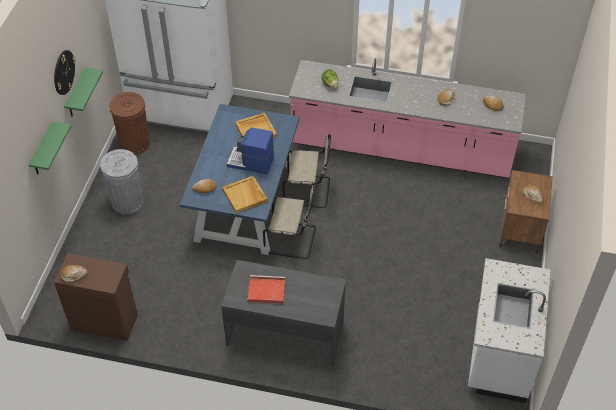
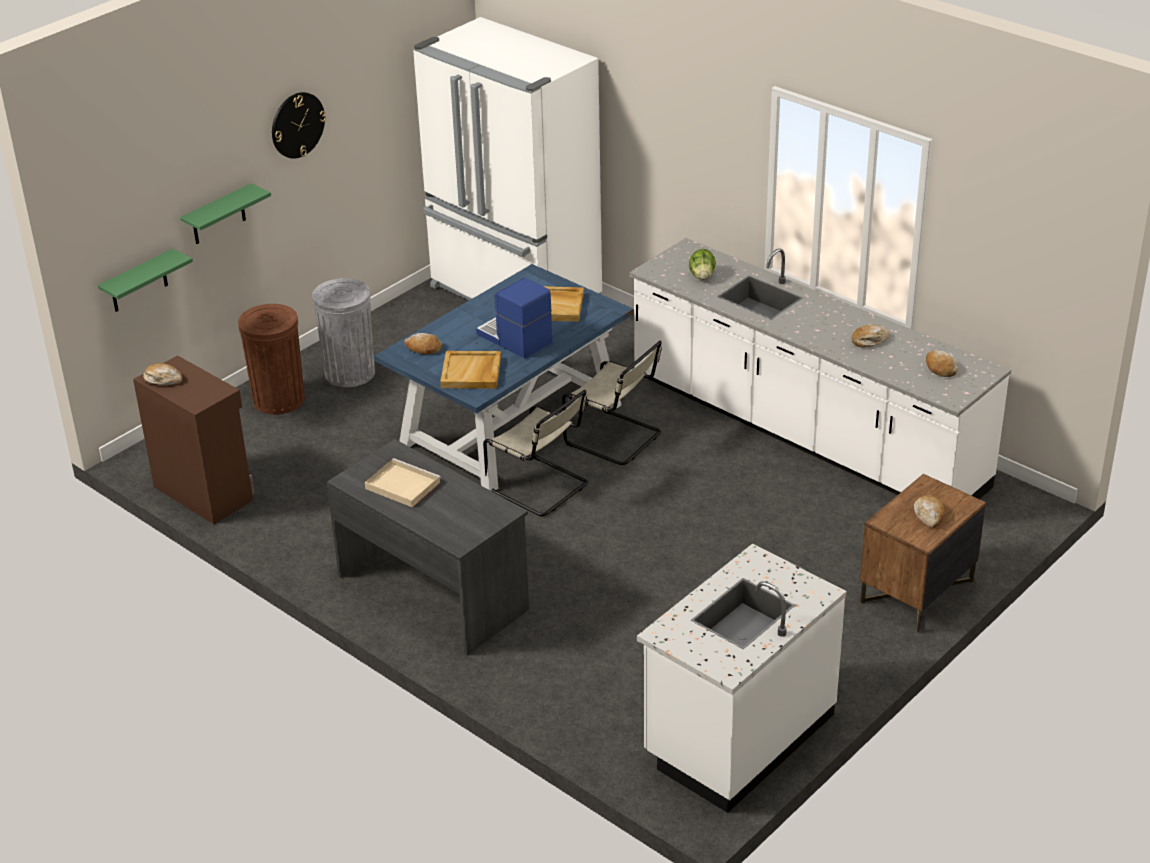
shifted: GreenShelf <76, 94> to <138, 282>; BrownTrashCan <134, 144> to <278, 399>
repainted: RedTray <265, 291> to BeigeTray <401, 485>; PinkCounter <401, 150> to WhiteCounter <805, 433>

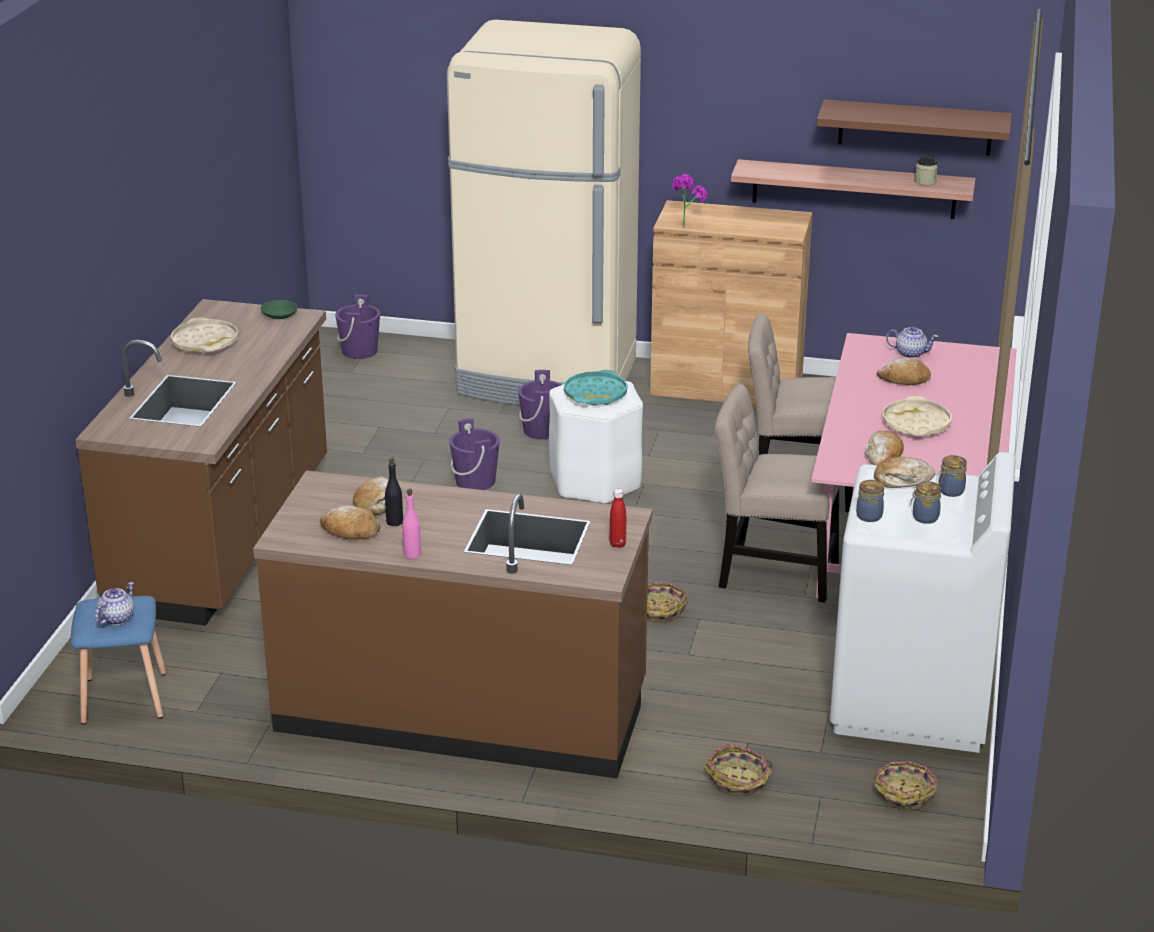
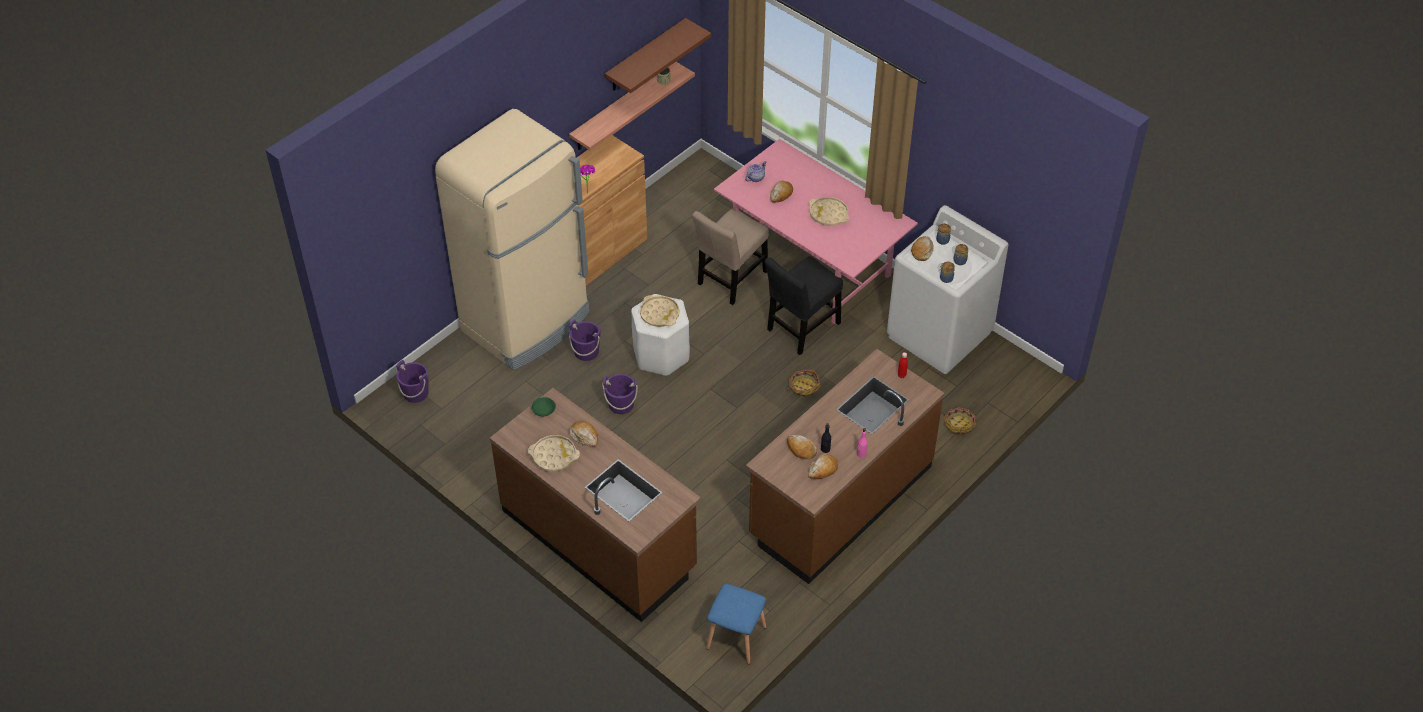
gone: Teapot <116, 618>; Basket <904, 793>
shifted: Bread <883, 456> to <584, 436>
repainted: TurquoiseTray <595, 394> to BeigeTray <659, 314>; BeigeChair <772, 573> to BlackChair <801, 329>

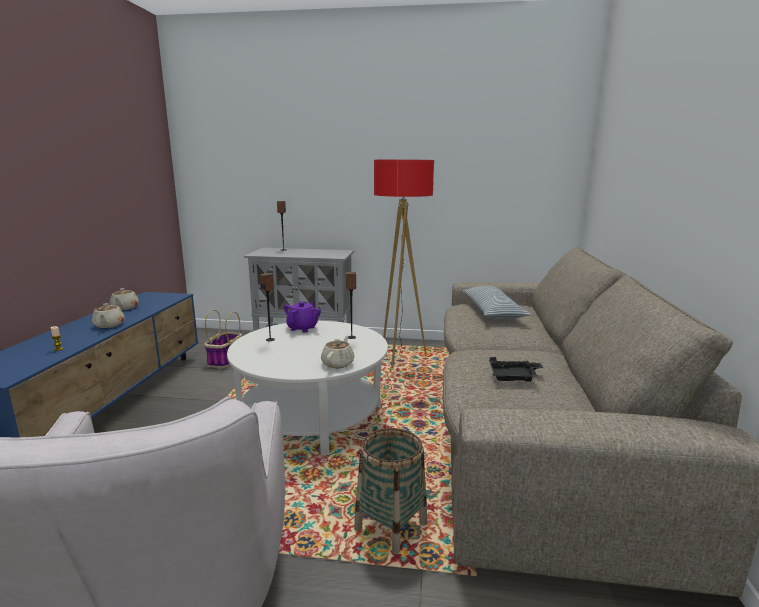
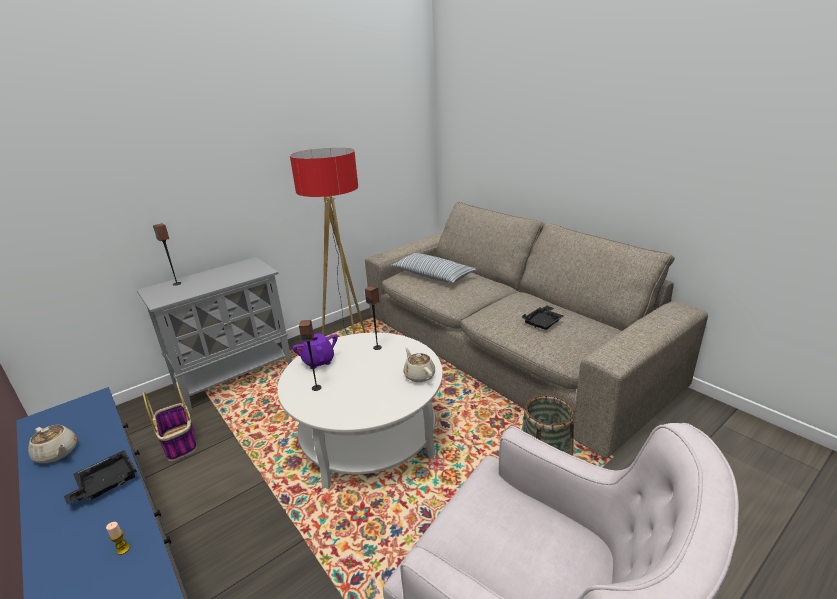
swapped: BeigeTeapot <109, 325> to BlackTray <106, 483>

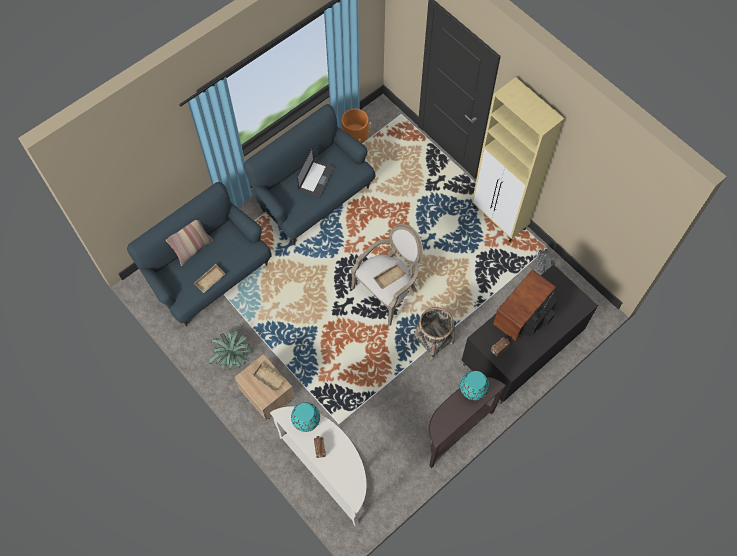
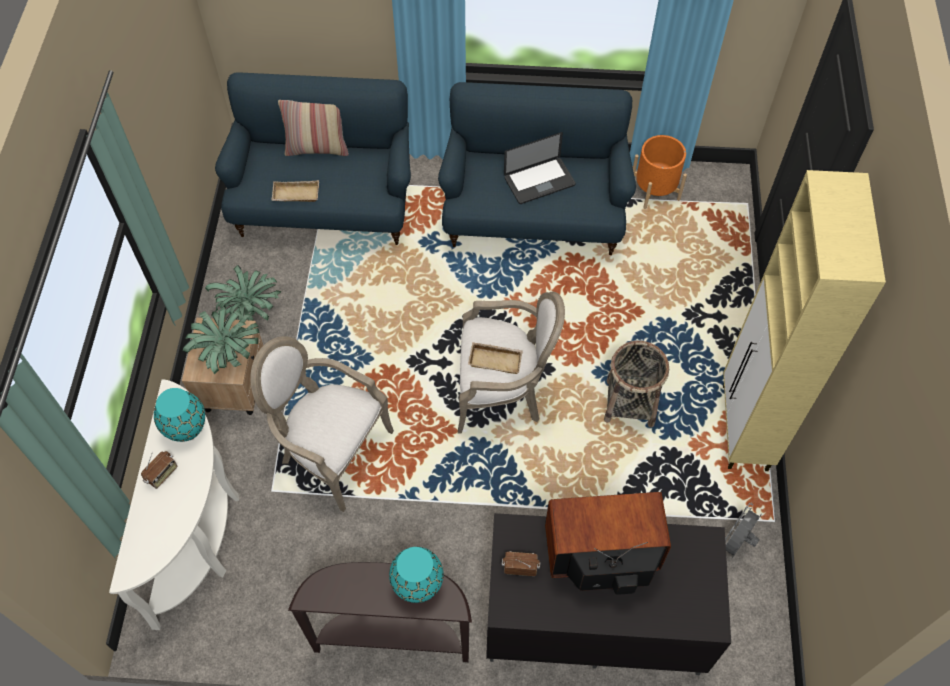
new: Armchair <330, 451>
shifted: Basket <433, 340> to <630, 403>
swapped: BeigeTray <268, 379> to PottedPlant <227, 352>

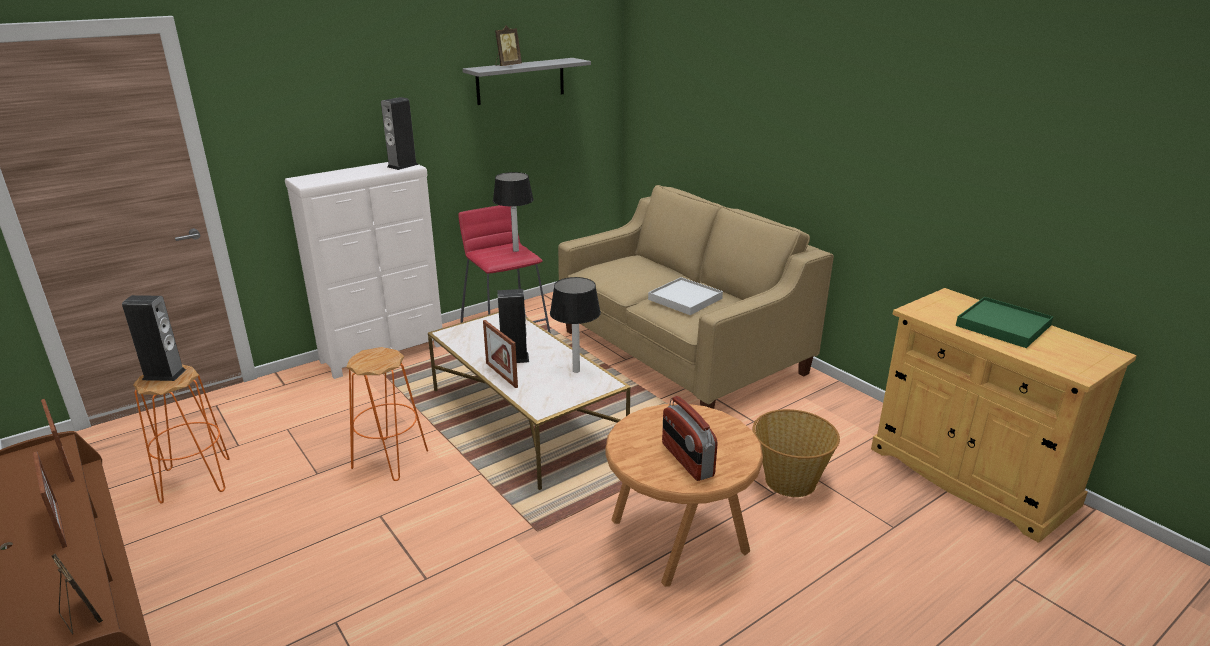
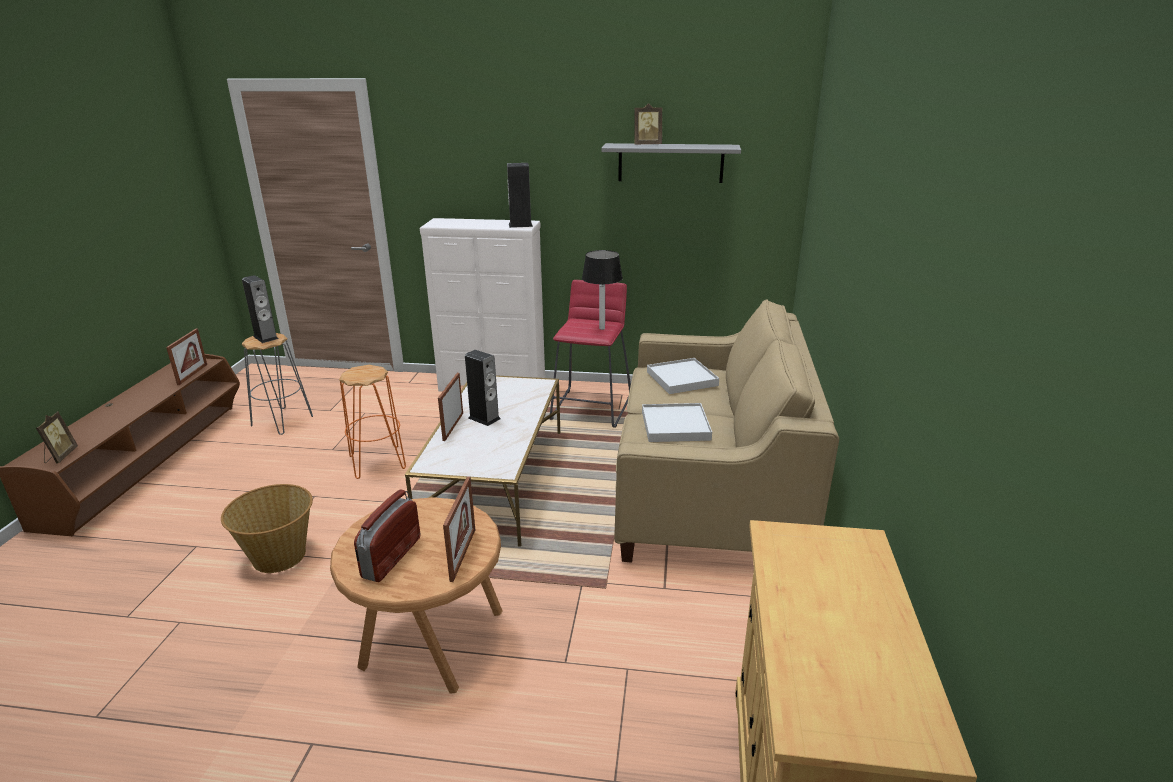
gone: TableLamp <576, 370>; GreenTray <1002, 325>
new: WhiteTray <682, 379>
shifted: PictureFrame <60, 525> to <463, 554>; Basket <789, 481> to <279, 555>
repainted: OrangeStool <195, 480> to GreyStool <282, 421>

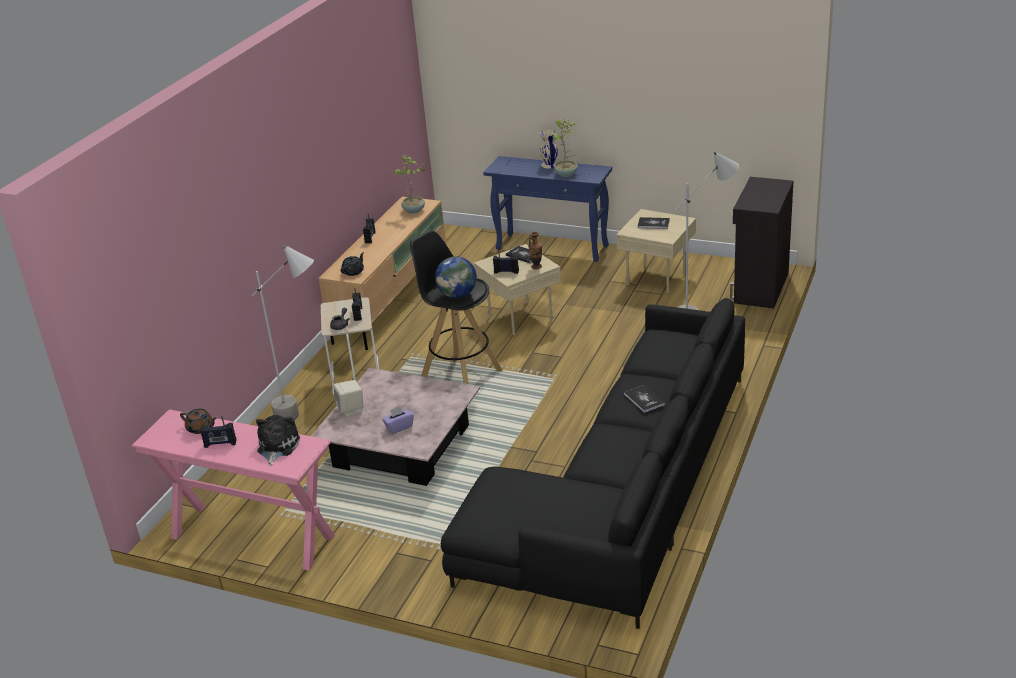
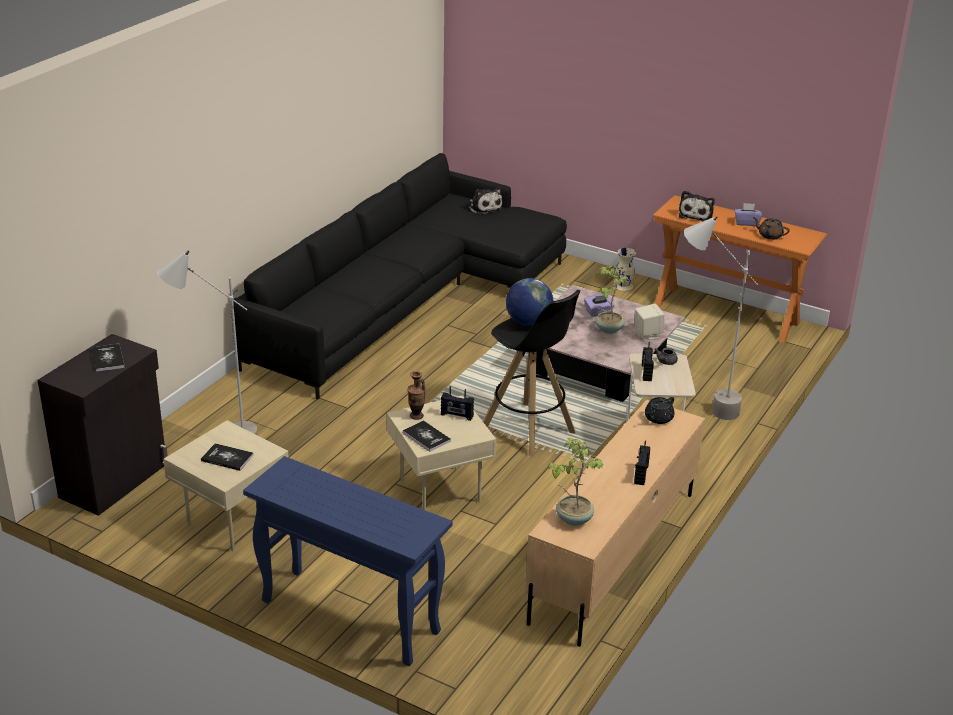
new: PlushToy <484, 208>
shifted: BeigeVase <549, 165> to <624, 286>; PottedPlant <567, 174> to <608, 329>; Book <644, 399> to <108, 358>
swapped: Radio <220, 444> to PurpleTissueBox <746, 223>
repainted: PinkConsoleTable <252, 536> to OrangeConsoleTable <726, 314>

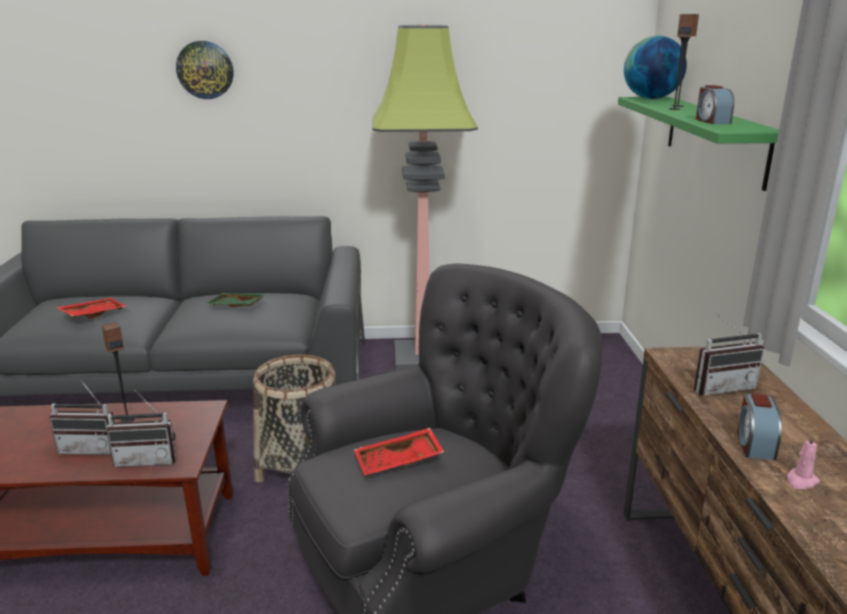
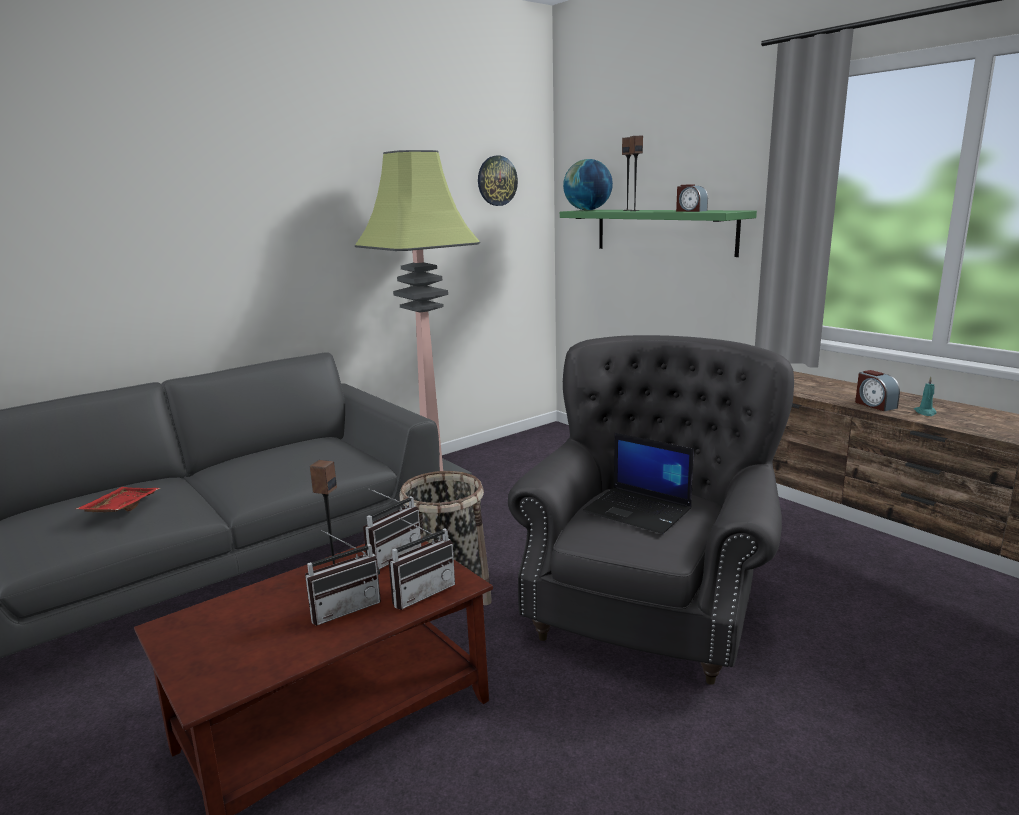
gone: GreenTray <235, 306>
shifted: WallClock <205, 70> to <497, 181>; Radio <720, 386> to <390, 555>
swapped: RedTray <399, 462> to Laptop <639, 510>
repainted: PinkCandle <801, 481> to TurquoiseCandle <925, 412>

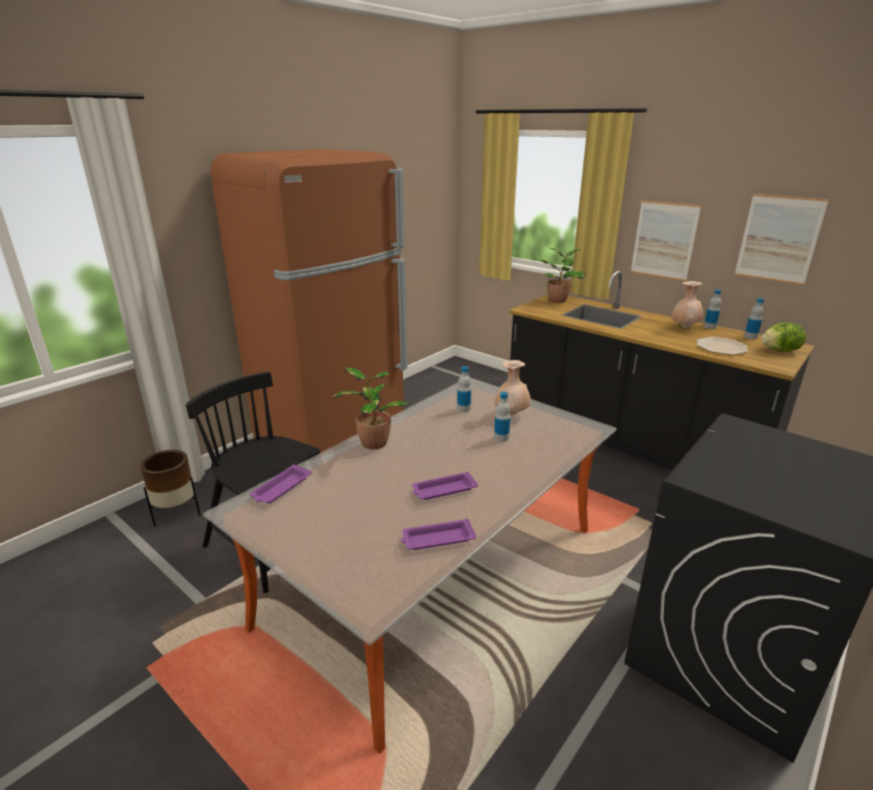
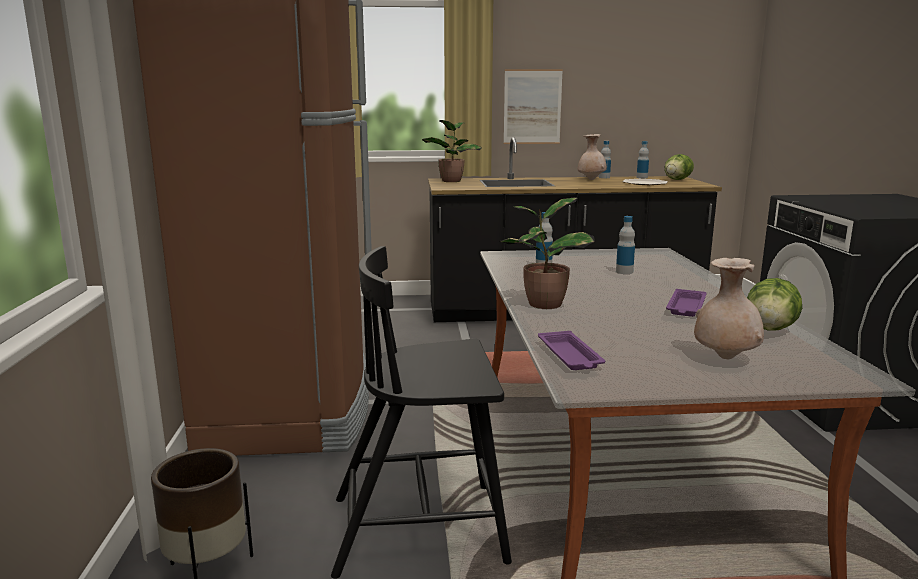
gone: Picture <778, 239>
shifted: BeigeVase <511, 414> to <725, 358>
swapped: PurpleTray <437, 539> to Lettuce <770, 329>

